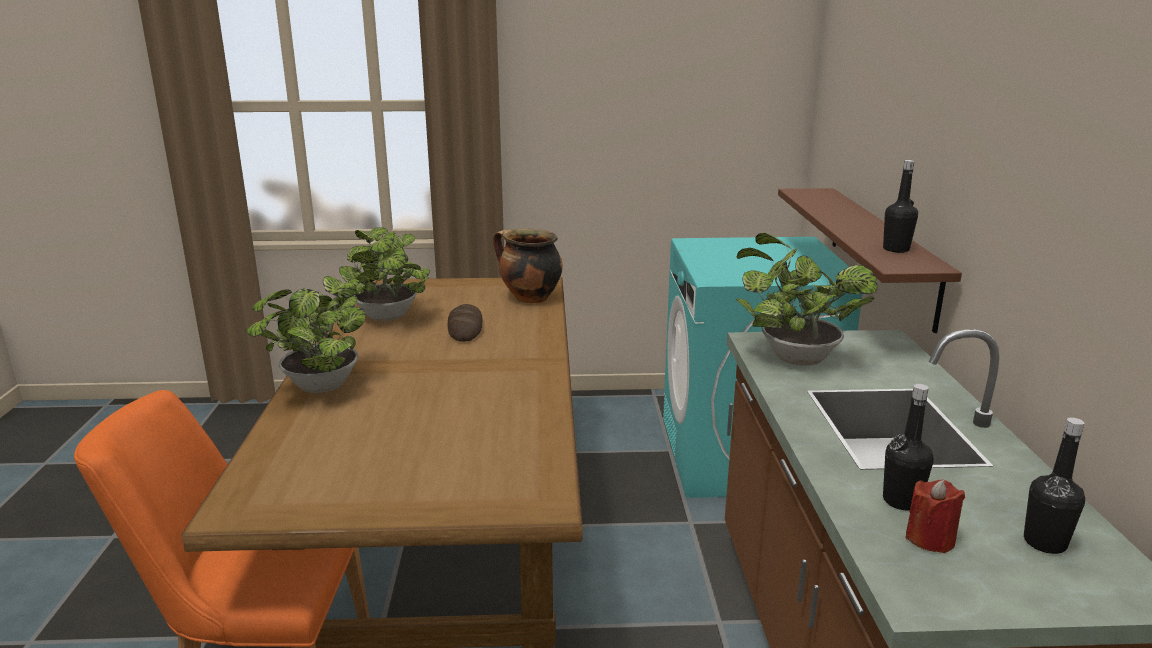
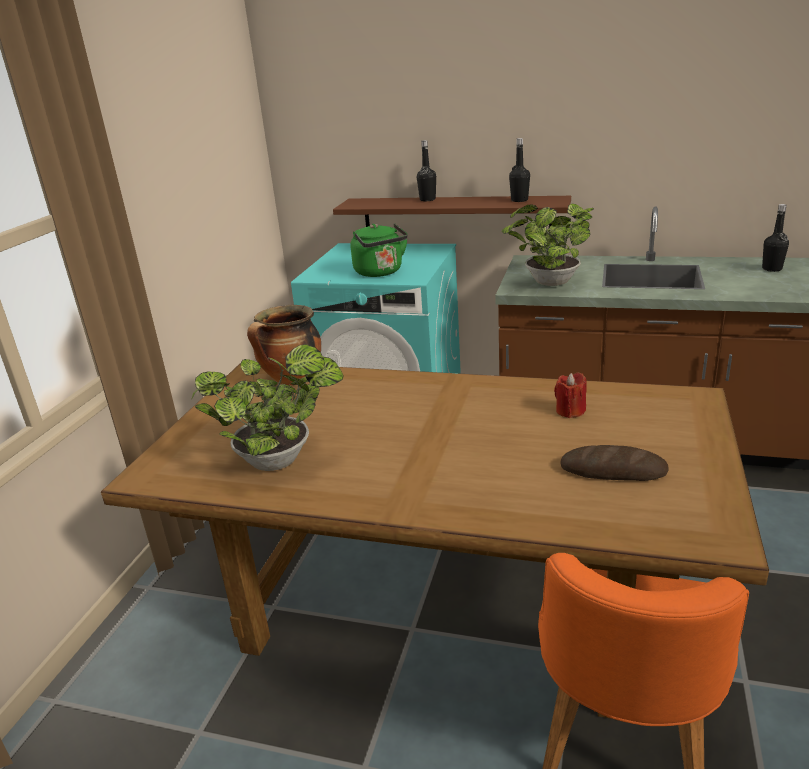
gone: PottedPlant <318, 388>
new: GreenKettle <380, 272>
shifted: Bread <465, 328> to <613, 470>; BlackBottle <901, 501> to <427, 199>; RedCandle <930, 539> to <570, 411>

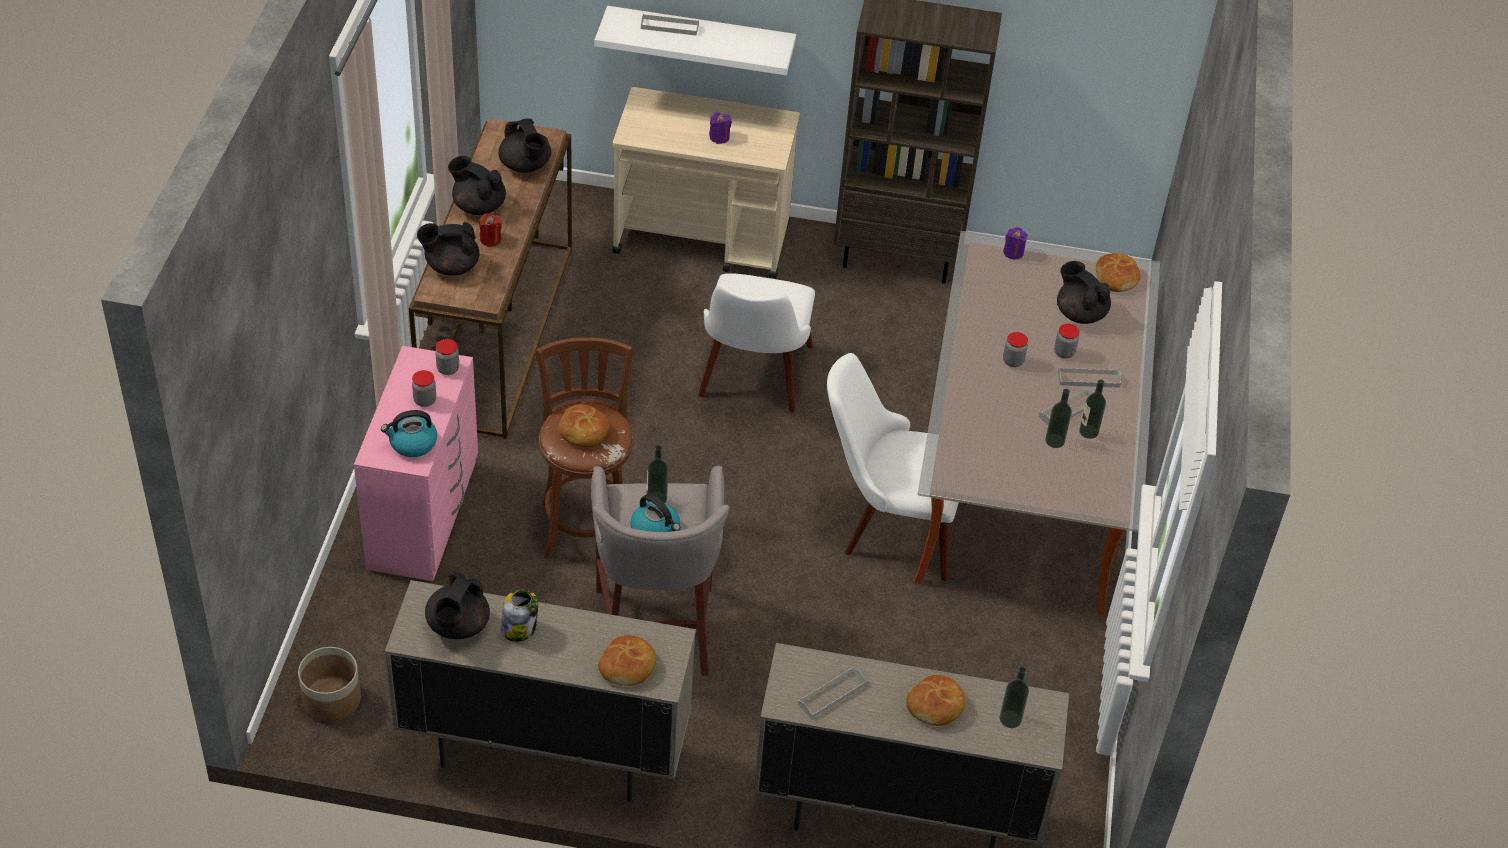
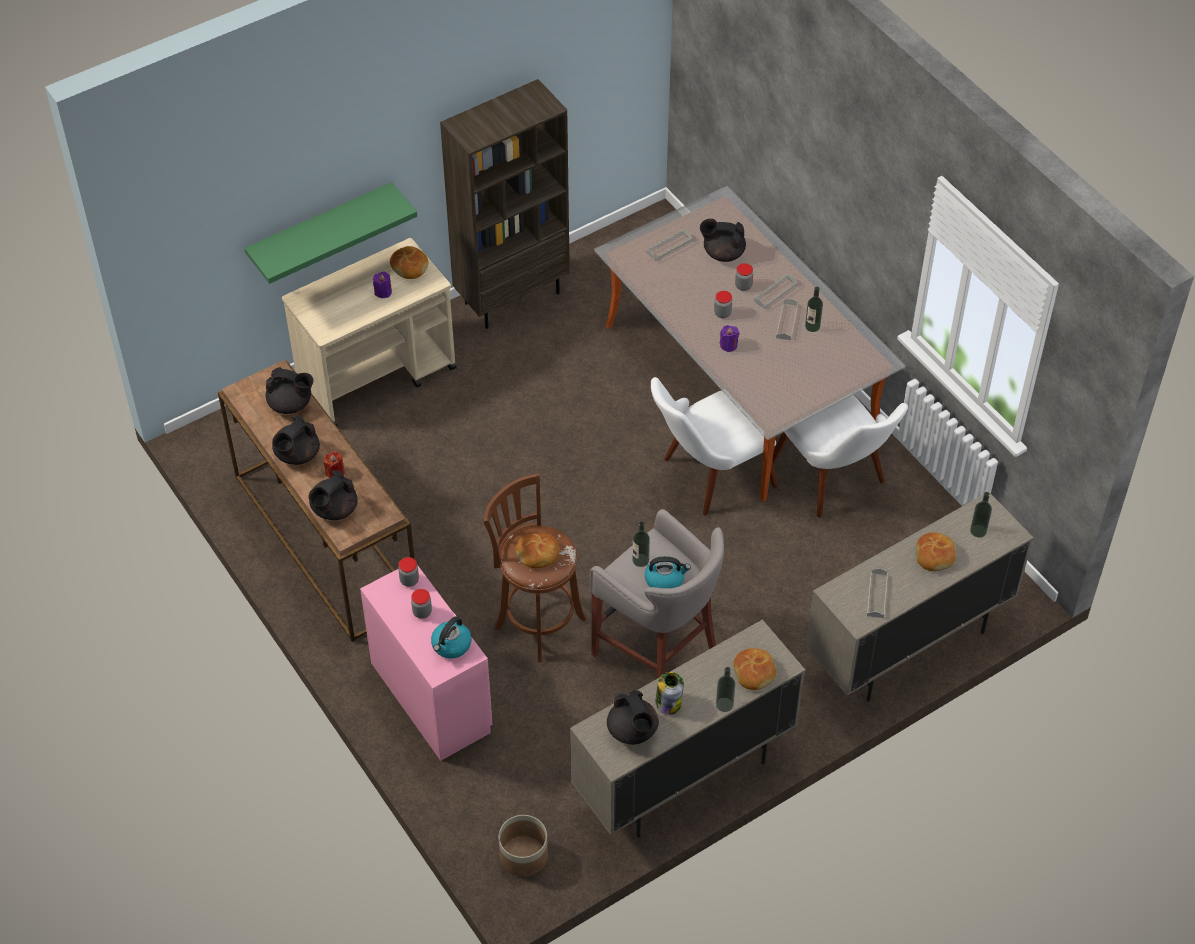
shifted: GreyTray <669, 27> to <669, 247>; WhiteChair <752, 382> to <836, 481>; PurpleCandle <1013, 252> to <728, 345>; Bottle <1054, 441> to <724, 704>; Bread <1116, 278> to <409, 266>
repainted: WhiteShelf <700, 38> to GreenShelf <320, 229>
rotated: BlackTeapot <478, 205> = <296, 455> 45 degrees counterclockwise

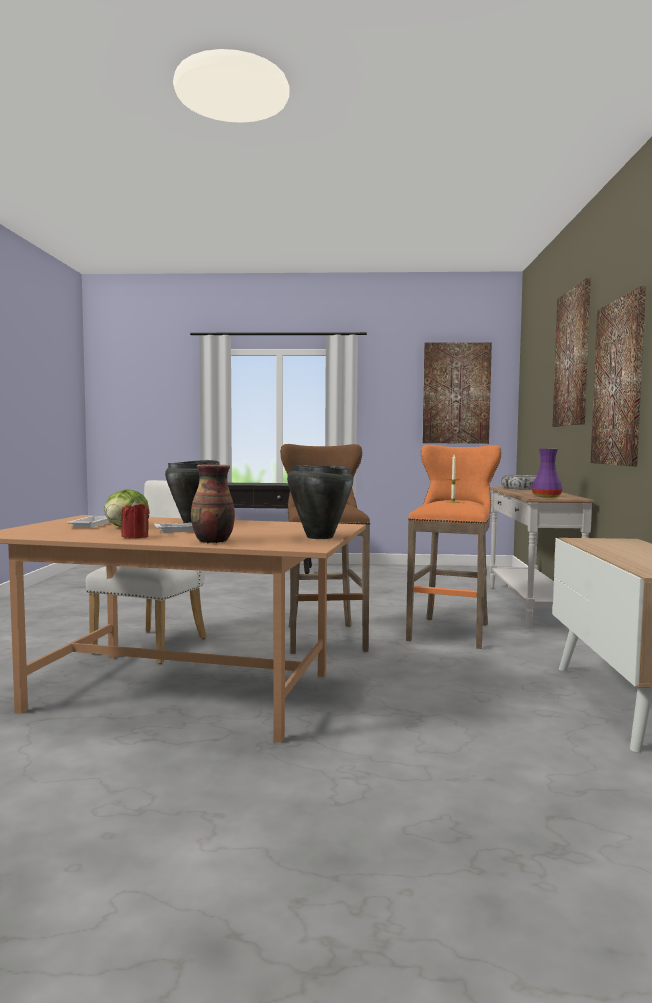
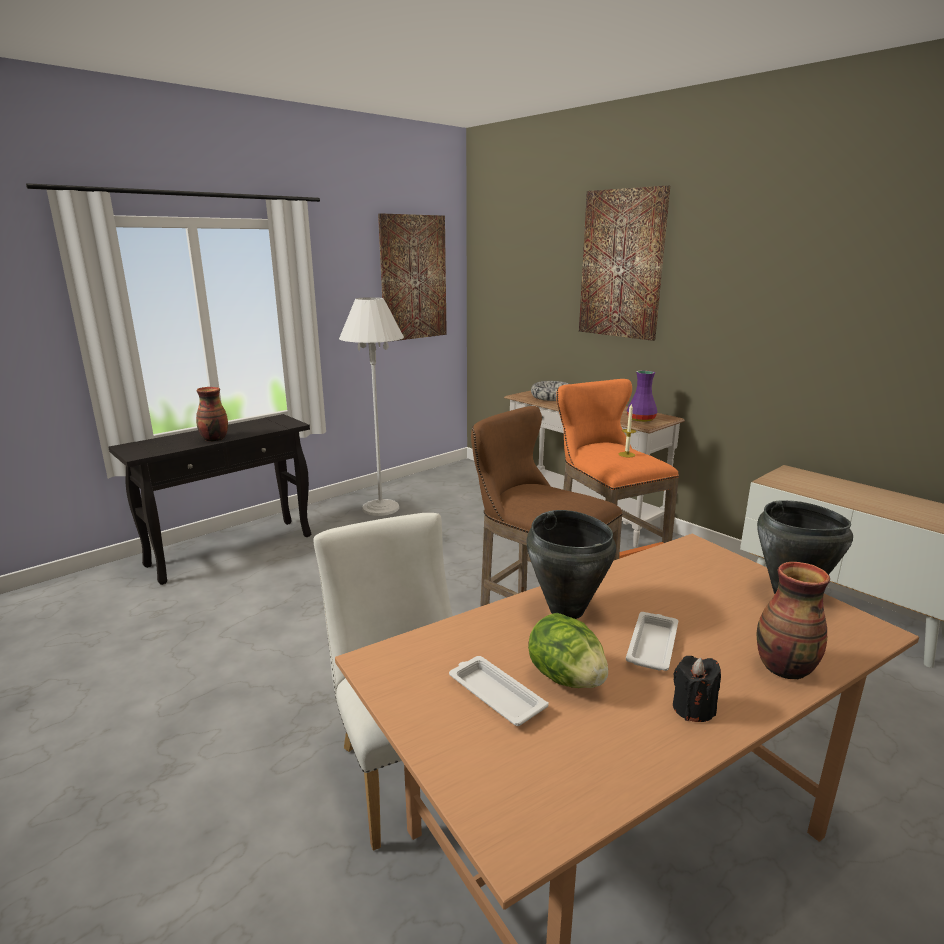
gone: Picture <618, 382>
new: Vase <214, 439>; WhiteFloorLamp <381, 508>
repainted: RedCandle <135, 537> to BlackCandle <693, 709>

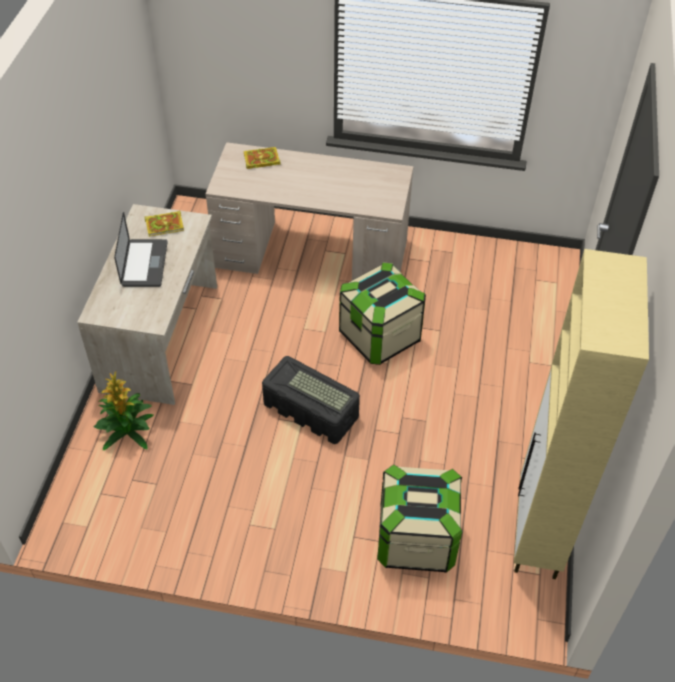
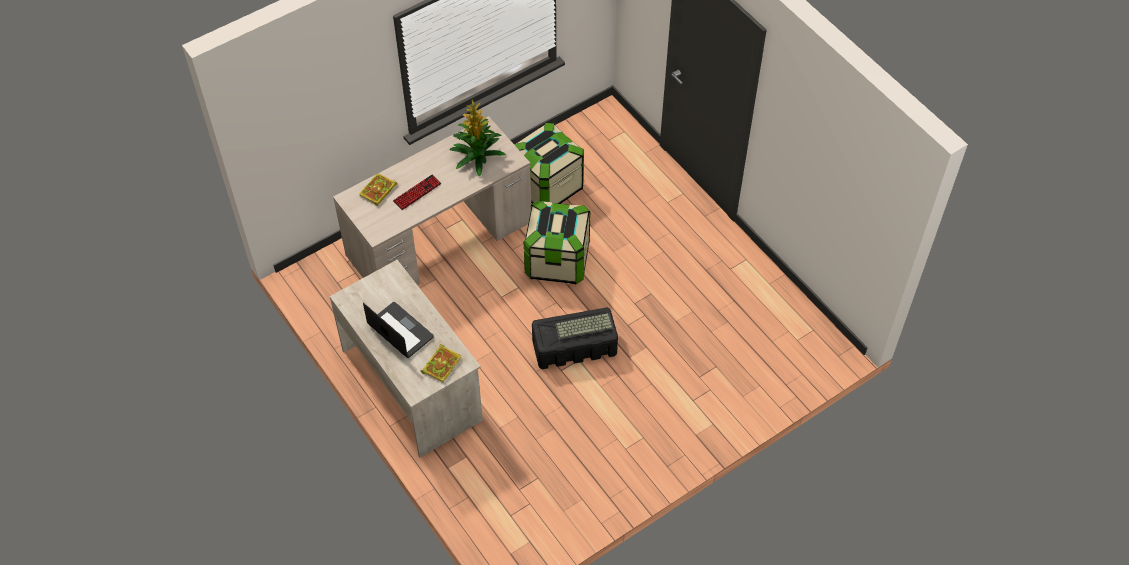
gone: BeigeCabinet <537, 534>
new: Keyboard <417, 193>
shifted: PottedPlant <127, 430> to <476, 156>; Book <165, 225> to <441, 364>; StorageBox <416, 539> to <547, 186>

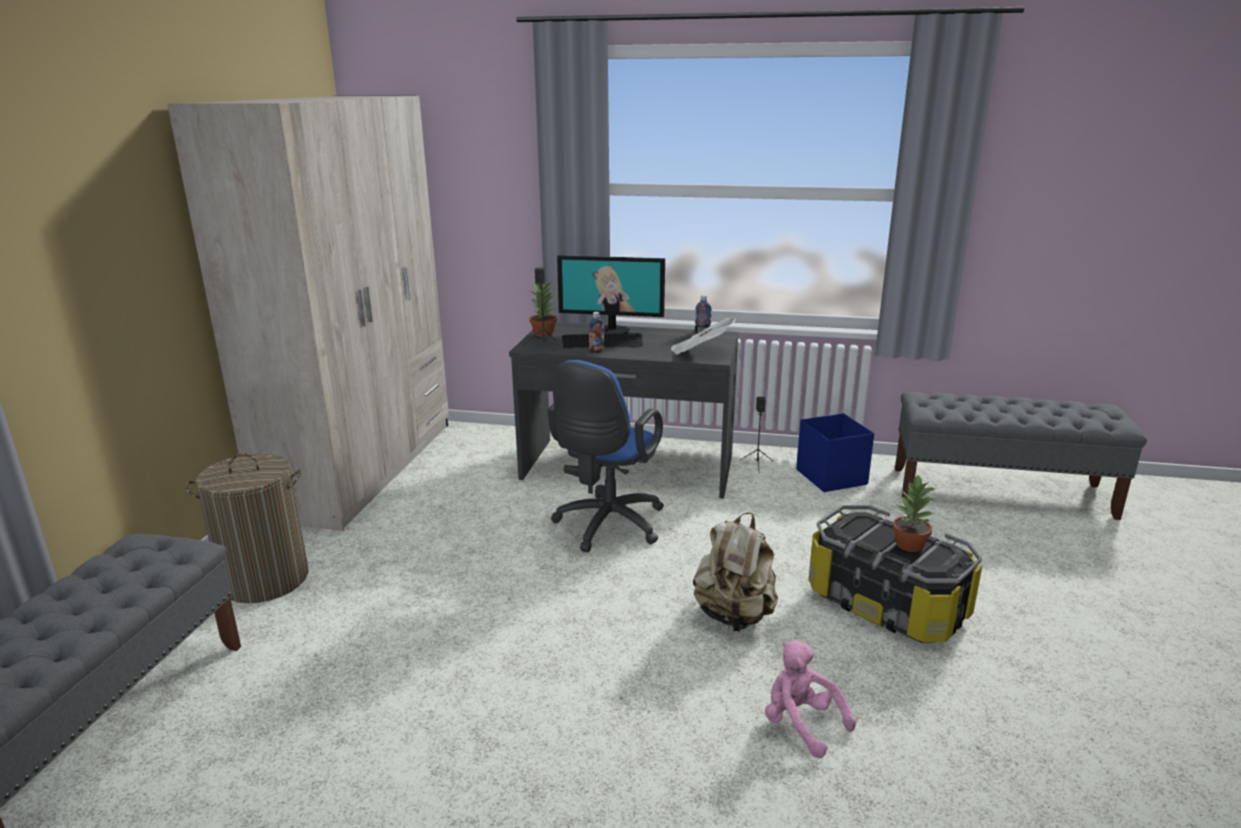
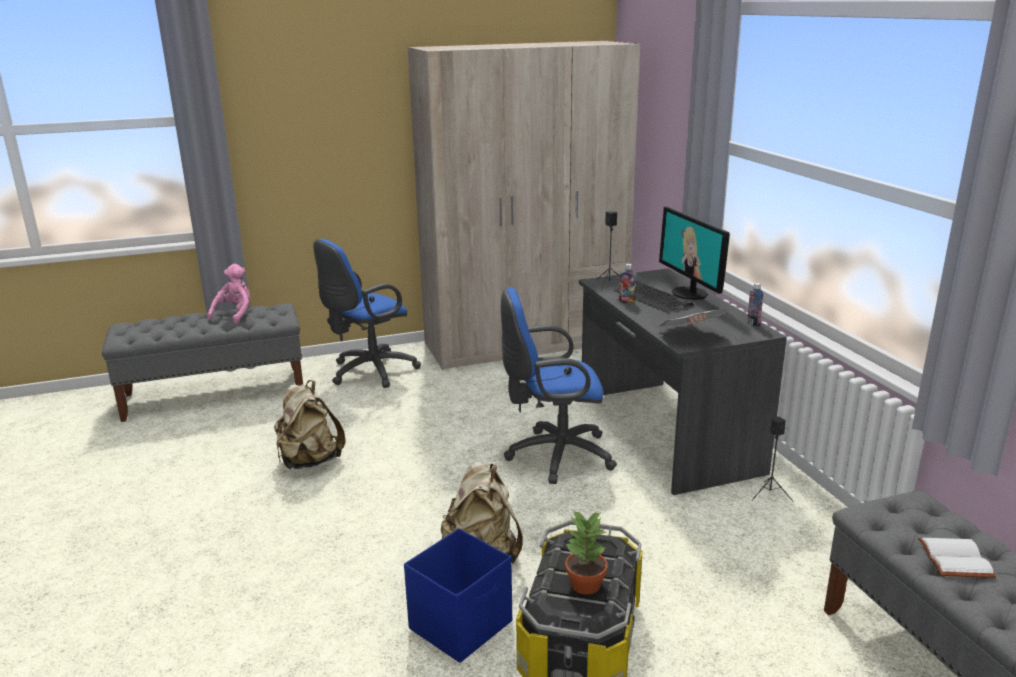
gone: PottedPlant <544, 333>
new: BeigeBackpack <309, 461>; WhiteBook <952, 558>
shifted: PinkPlushToy <801, 724> to <235, 315>; BlueStorageBox <831, 476> to <462, 625>
swapped: LaundryBasket <265, 580> to BlueOfficeChair <369, 372>

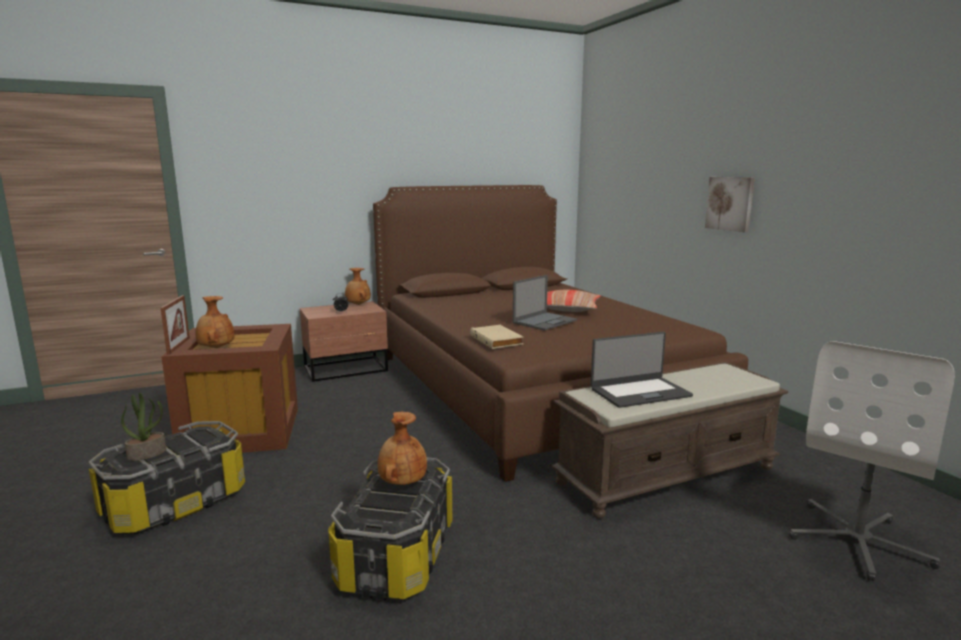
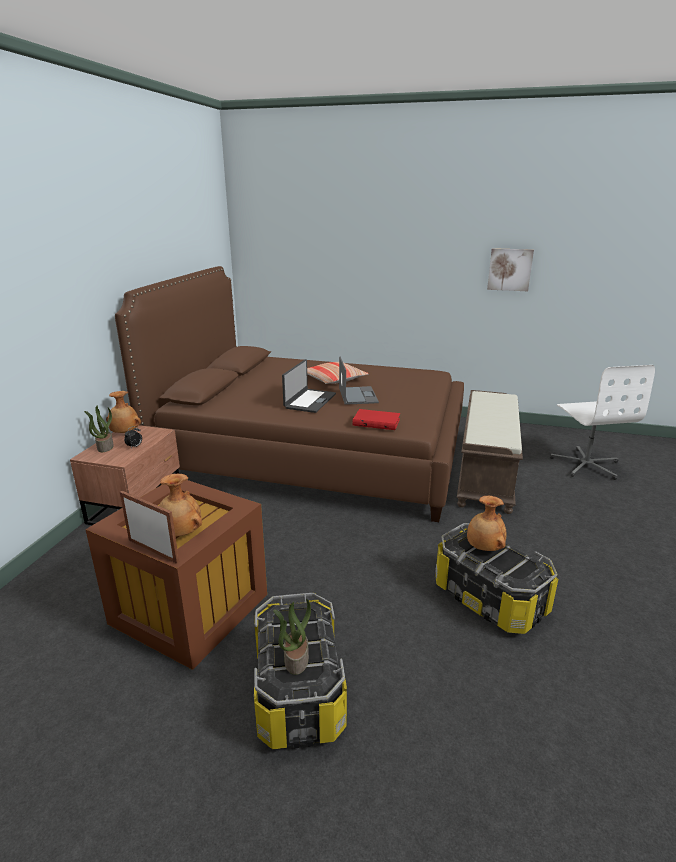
new: PottedPlant <105, 447>
shifted: Laptop <639, 392> to <309, 401>; Picture <730, 203> to <509, 269>
repainted: BeigeBook <497, 340> to RedBook <377, 422>

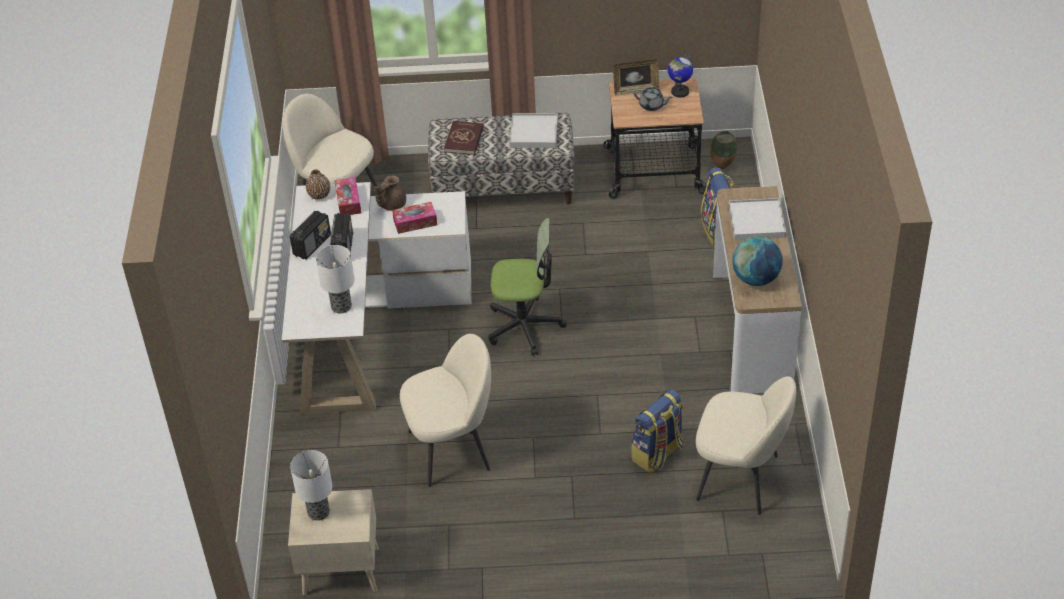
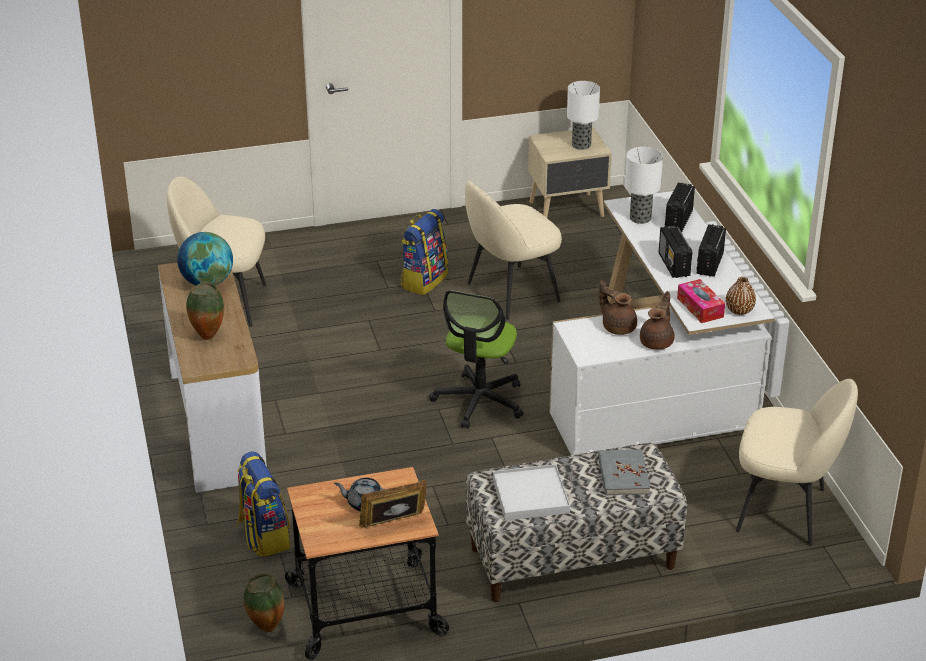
gone: Globe <679, 92>
new: Radio <678, 220>
shifted: Backpack <658, 454> to <423, 280>
swapped: TissueBox <415, 222> to BrownTeapot <618, 327>; WhiteTray <756, 222> to Vase <207, 336>
repainted: RedBook <464, 140> to GreyBook <623, 475>
rotated: OfficeChair <524, 326> = <479, 401> 60 degrees counterclockwise

